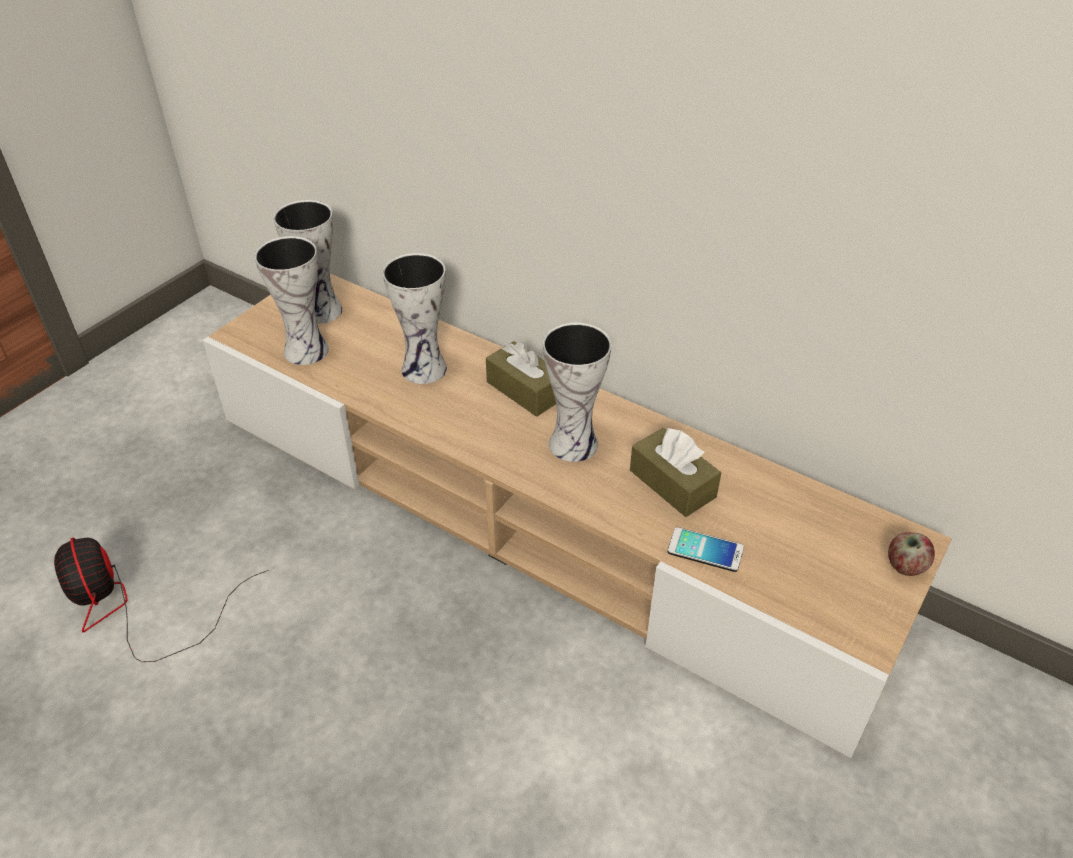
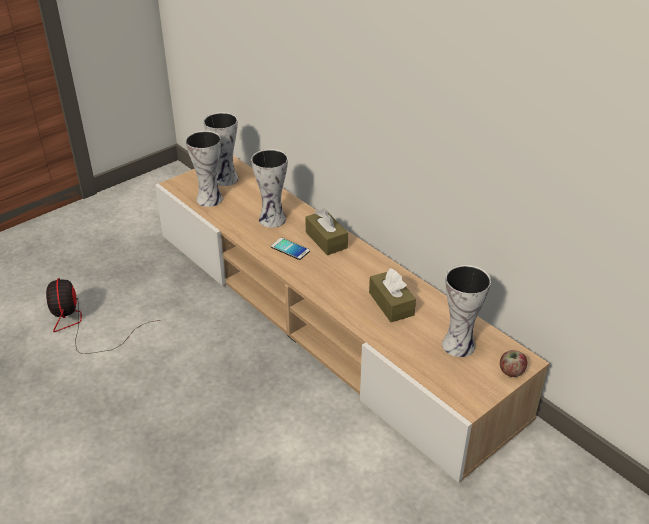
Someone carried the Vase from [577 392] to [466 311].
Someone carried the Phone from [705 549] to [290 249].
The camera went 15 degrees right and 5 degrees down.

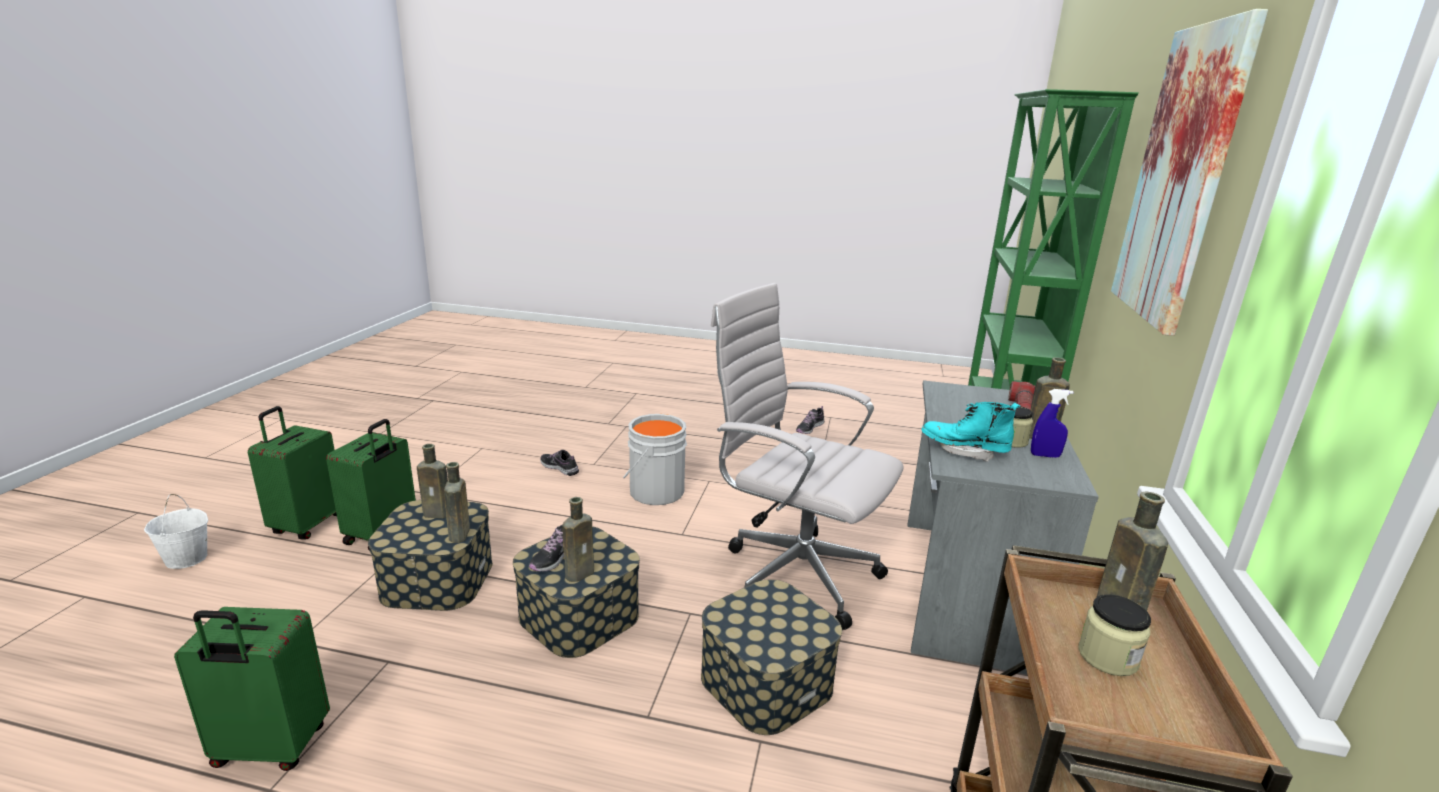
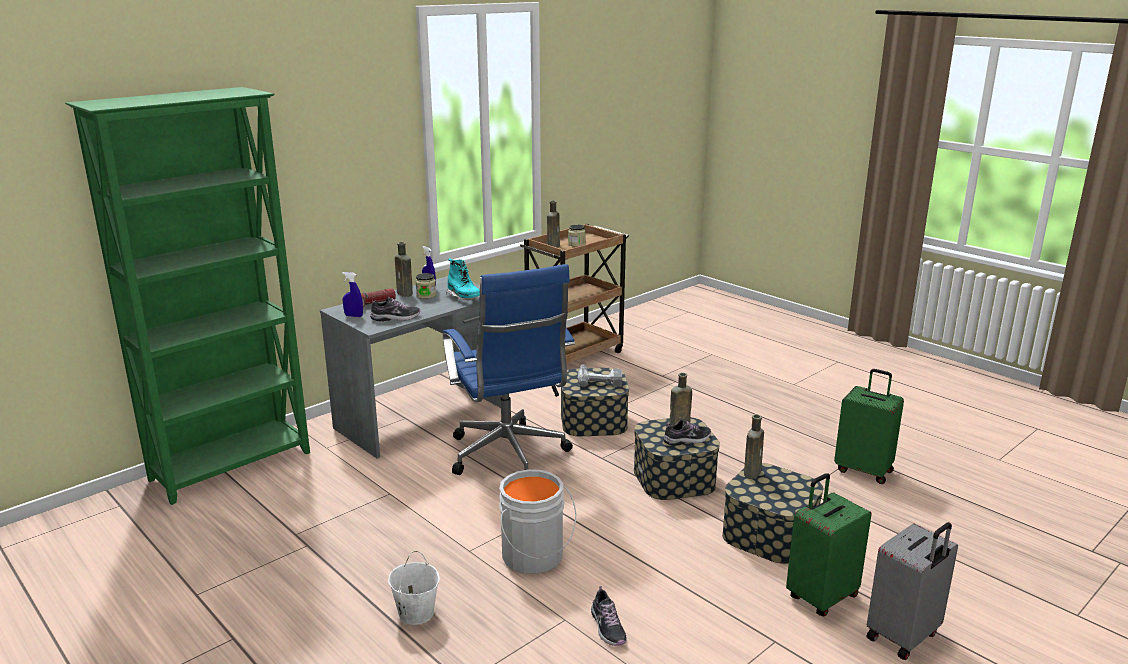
Someone took away the Picture at [1189 172].
Someone repainted the WhiteOfficeChair at [807 456], which became the BlueOfficeChair at [509 369].
Someone repainted the GreenSuitcase at [292 473], which became the GreySuitcase at [912 591].
Someone carried the Shoe from [810 420] to [395 309].
Someone took away the BrownBottle at [432 481].
Someone carried the WhiteBucket from [176 531] to [414 588].
Someone put down the BlueSprayBottle at [352 294].
Someone put down the PowerDrill at [600 375].
The camera went 145 degrees left and 0 degrees up.

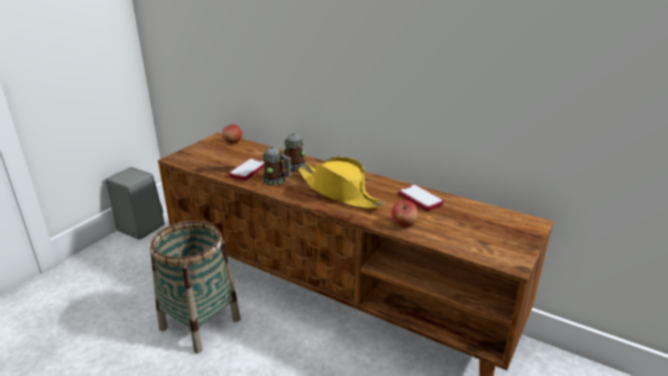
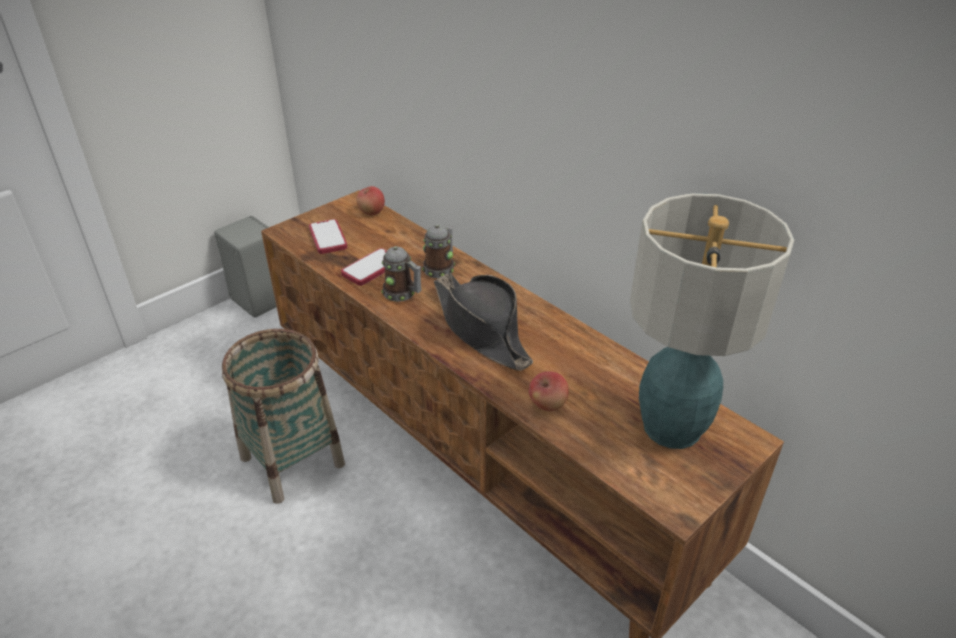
Someone repainted the YellowHat at [341 183], which became the BlackHat at [483 322].
Someone carried the Phone from [421 198] to [328 236].
Someone put down the TableLamp at [712 321].
The camera went 15 degrees right and 10 degrees up.

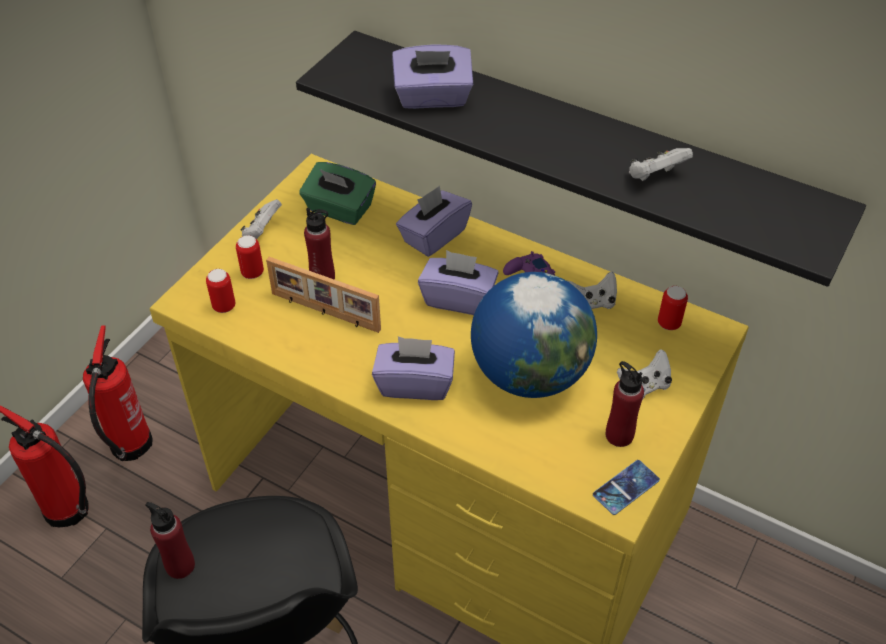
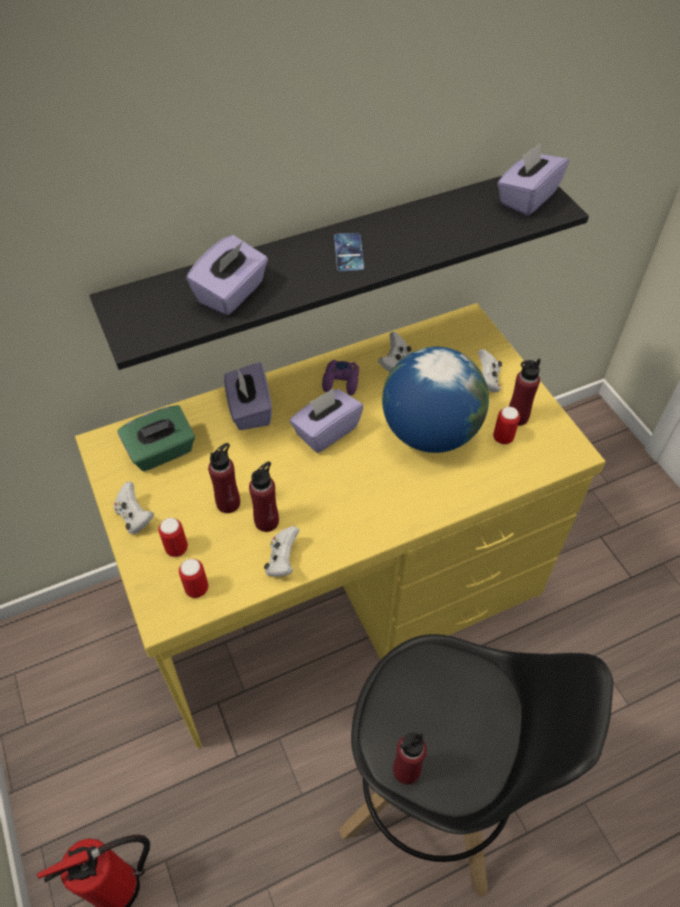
Someone carried the WhiteGameController from [661 164] to [282 551].
Someone swapped the PictureFrame at [323 295] for the RedBottle at [264 497].
Someone carried the Can from [673 308] to [506 425].
Someone took away the FireExtinguisher at [117 393].
Someone carried the PurpleTissueBox from [413 368] to [533 179].
Someone carried the Phone from [626 487] to [349 252].
The camera went 55 degrees left and 5 degrees up.

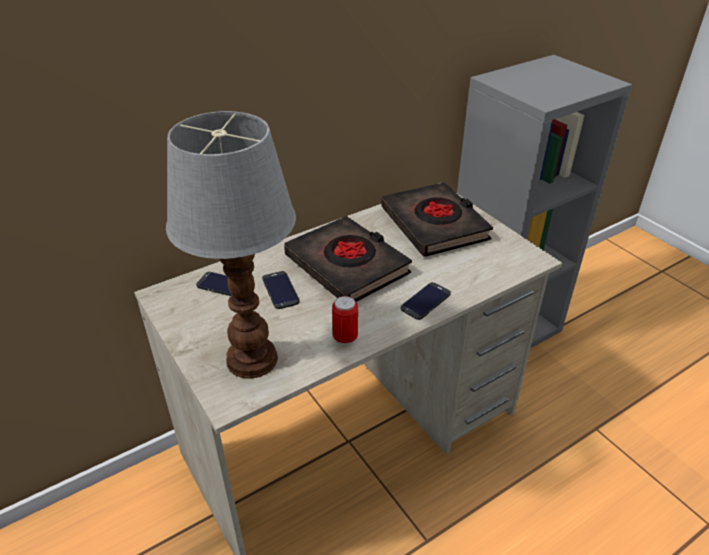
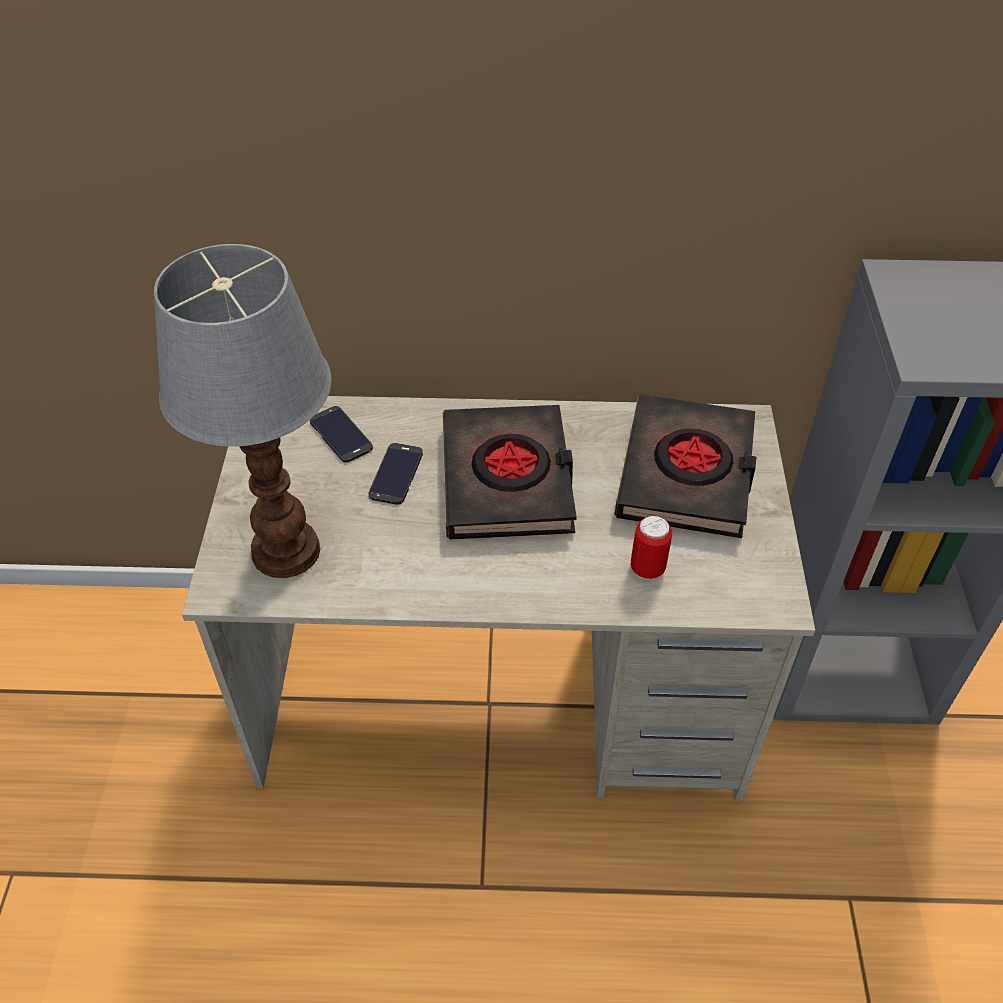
Someone took away the Phone at [426 301].
Someone carried the Can from [345 320] to [651 547].
The camera went 35 degrees right and 10 degrees up.

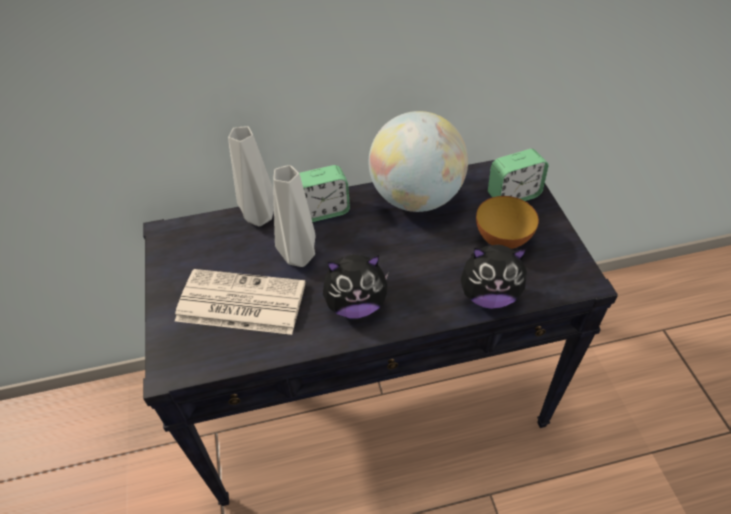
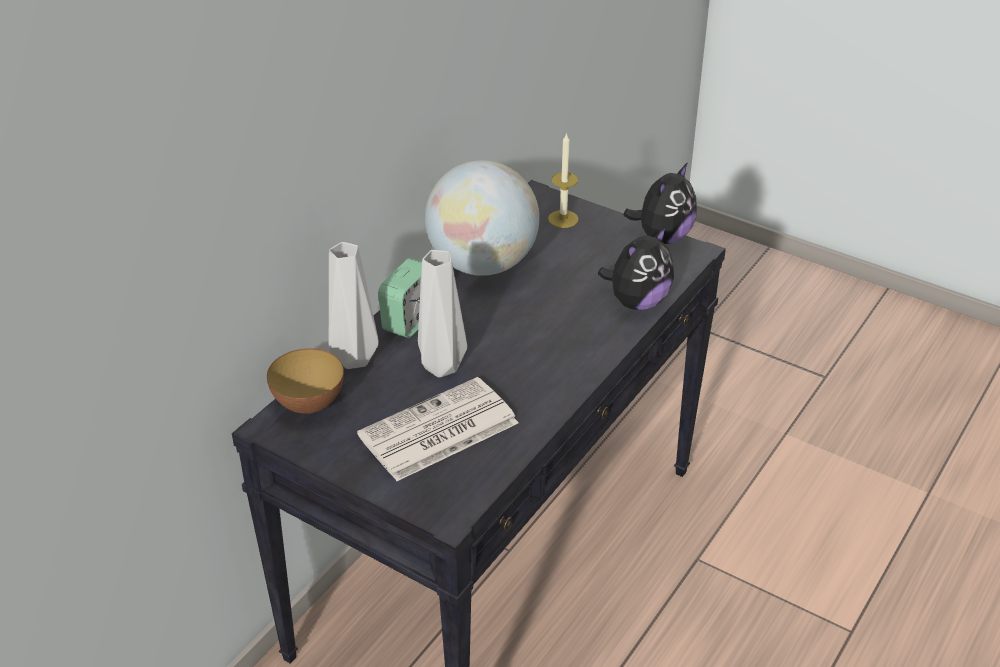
Someone swapped the AlarmClock at [518 175] for the Candle at [563 180].
Someone carried the Bowl from [507 222] to [305 381].
Someone carried the PlushToy from [356 287] to [660 203].
The camera went 45 degrees left and 10 degrees down.

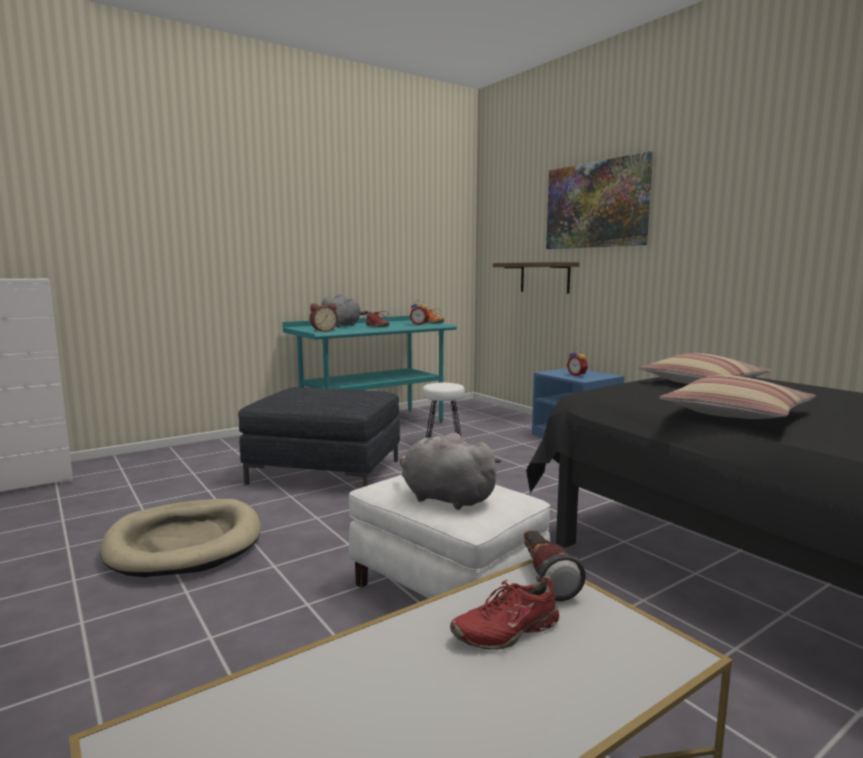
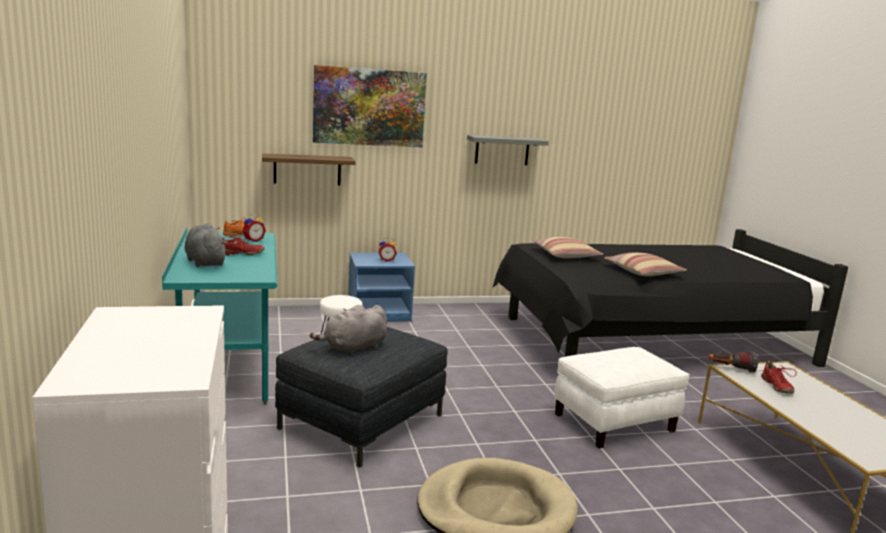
Someone took away the AlarmClock at [324 317].
Someone carried the GreyPlushToy from [451 471] to [348 330].
Someone put up the GreyShelf at [508 150].
The camera went 70 degrees left and 5 degrees up.

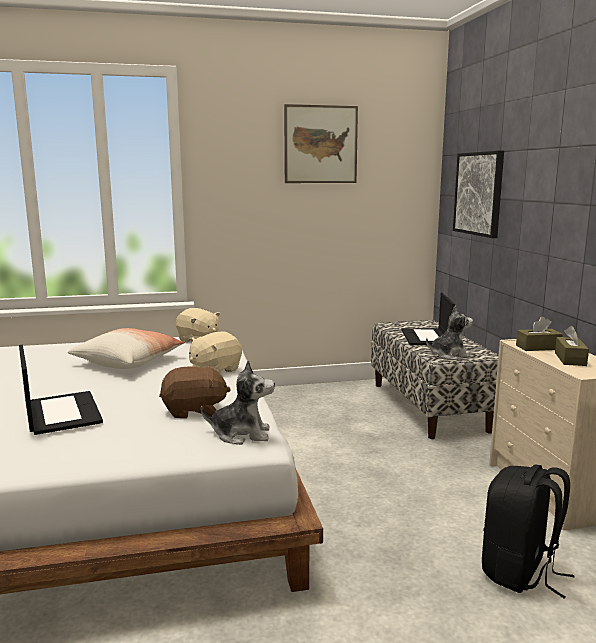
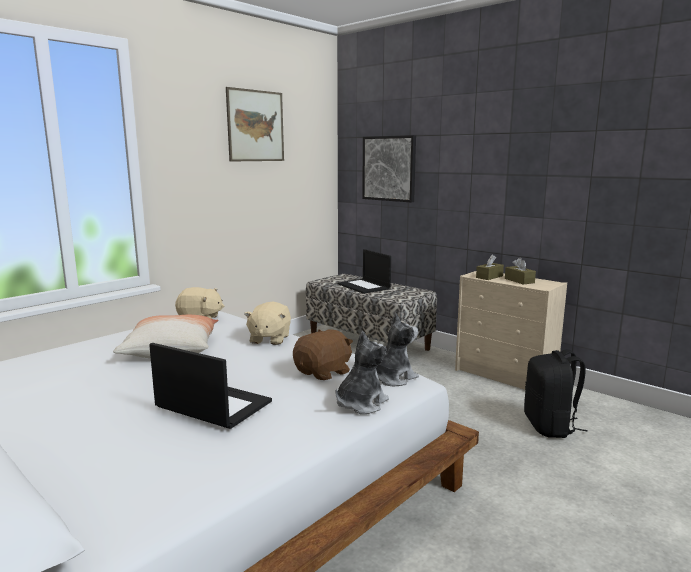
Someone carried the PlushToy from [449 333] to [362 372].
The camera went 35 degrees left and 0 degrees up.

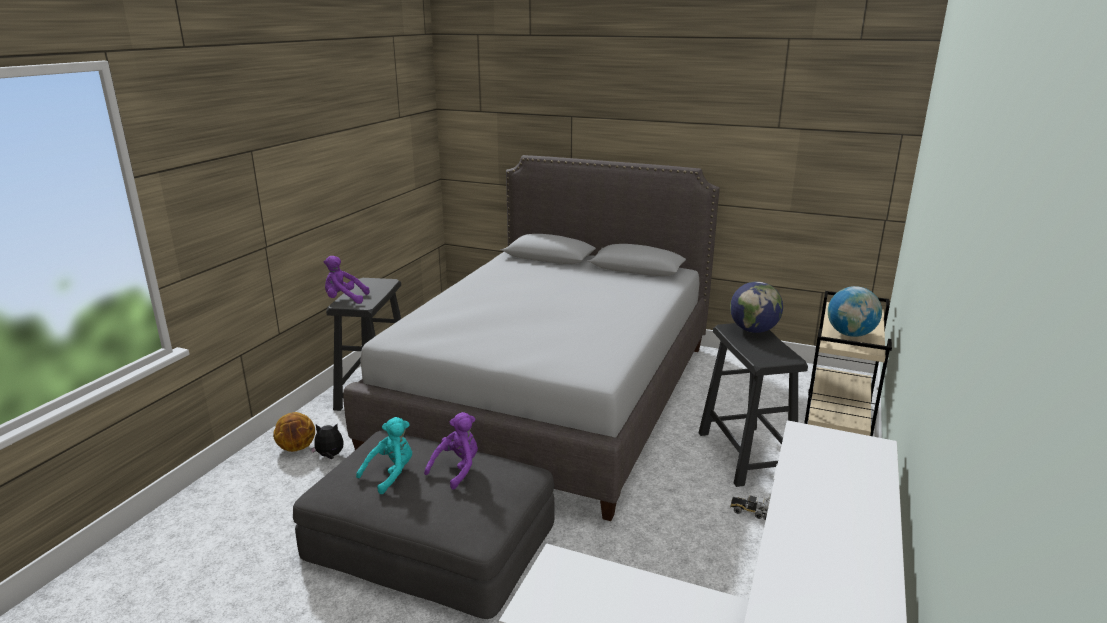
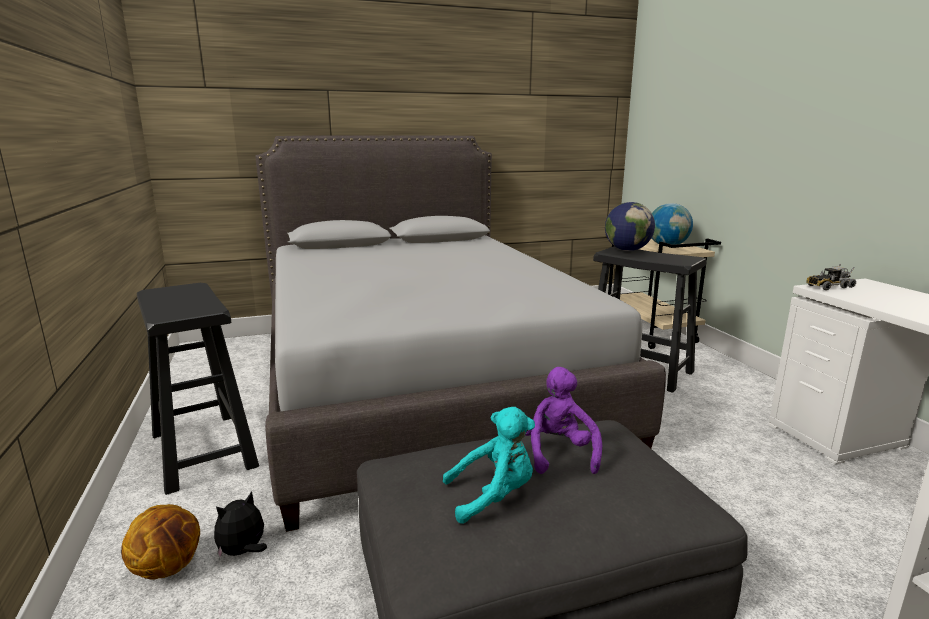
Someone took away the PurplePlushToy at [346 280].
Someone rotated the TurquoisePlushToy at [384 455] by 75 degrees clockwise.
Someone carried the ToyTruck from [750 508] to [831 277].
The camera went 40 degrees left and 5 degrees down.

